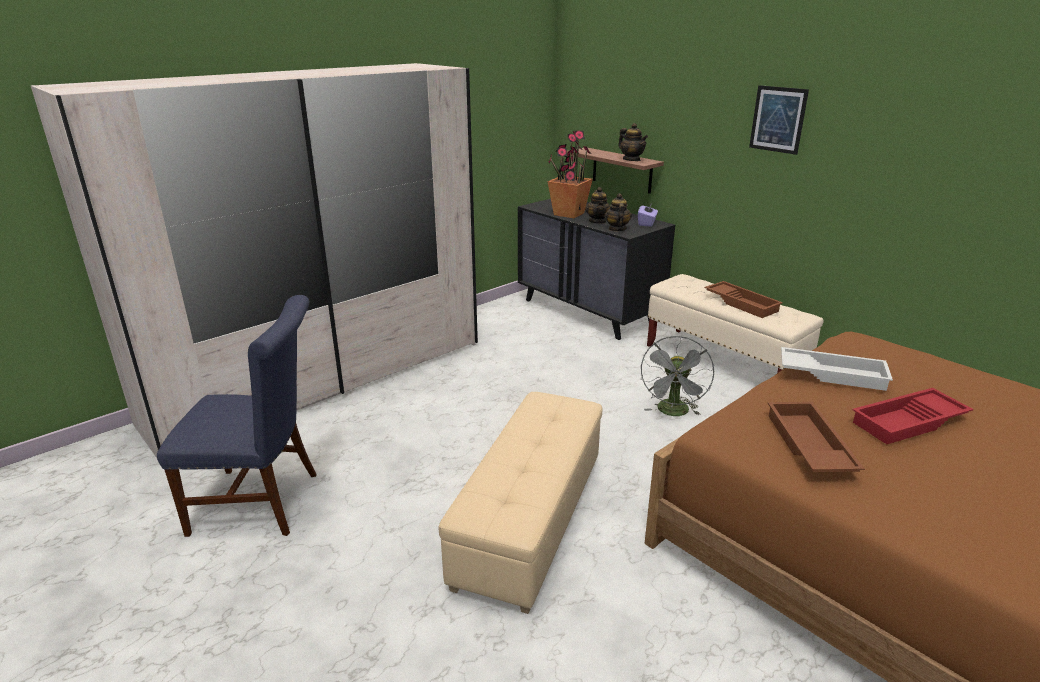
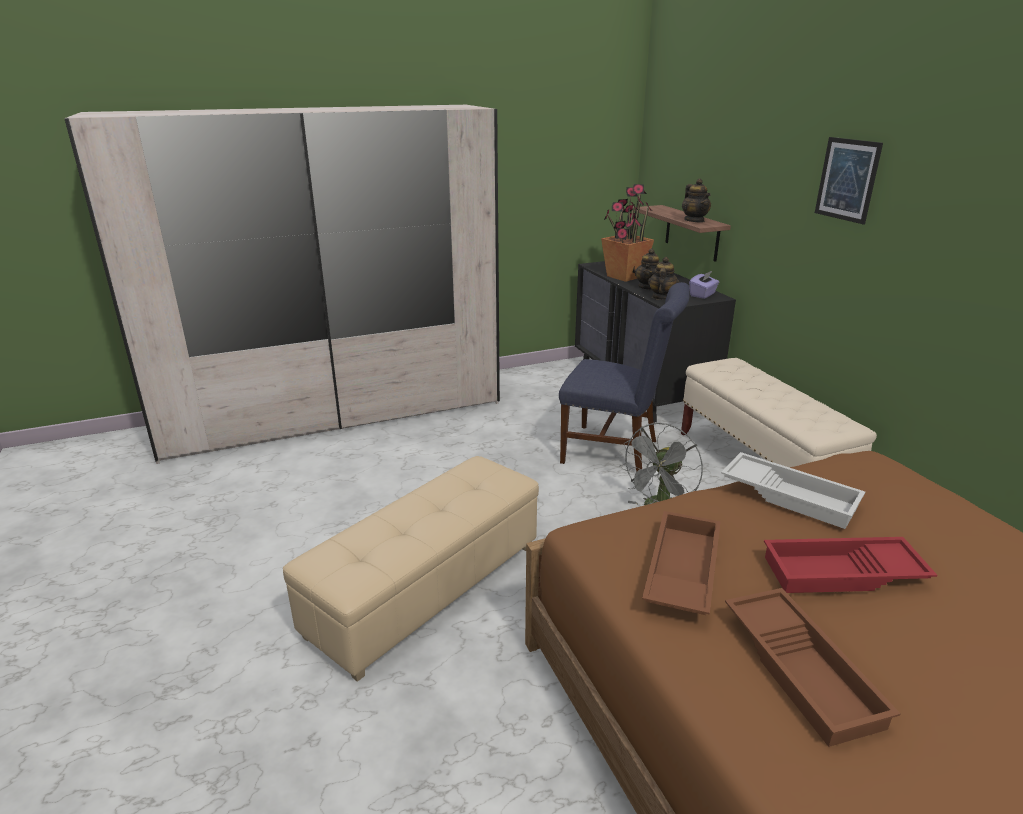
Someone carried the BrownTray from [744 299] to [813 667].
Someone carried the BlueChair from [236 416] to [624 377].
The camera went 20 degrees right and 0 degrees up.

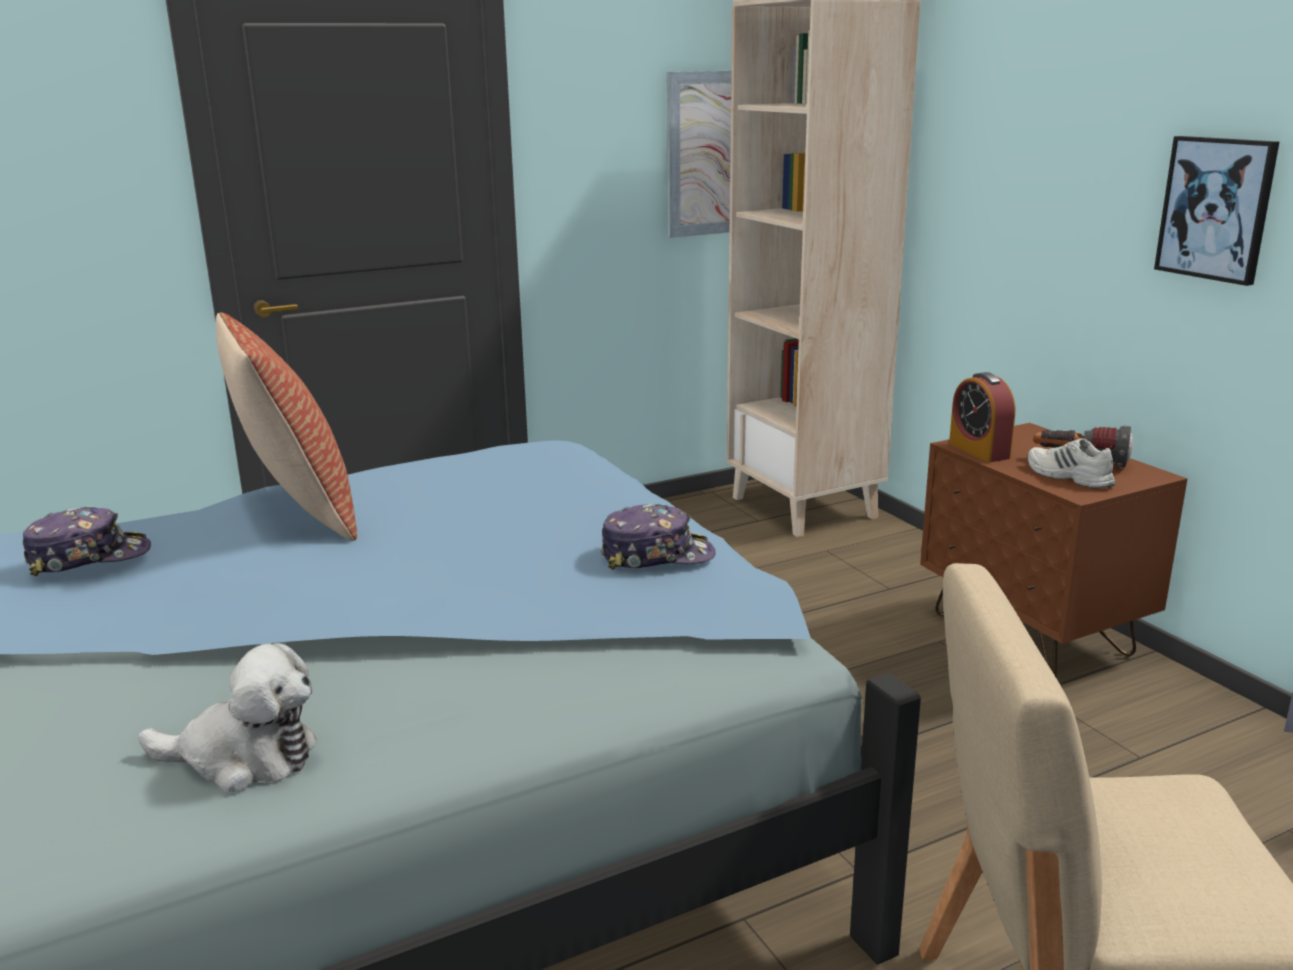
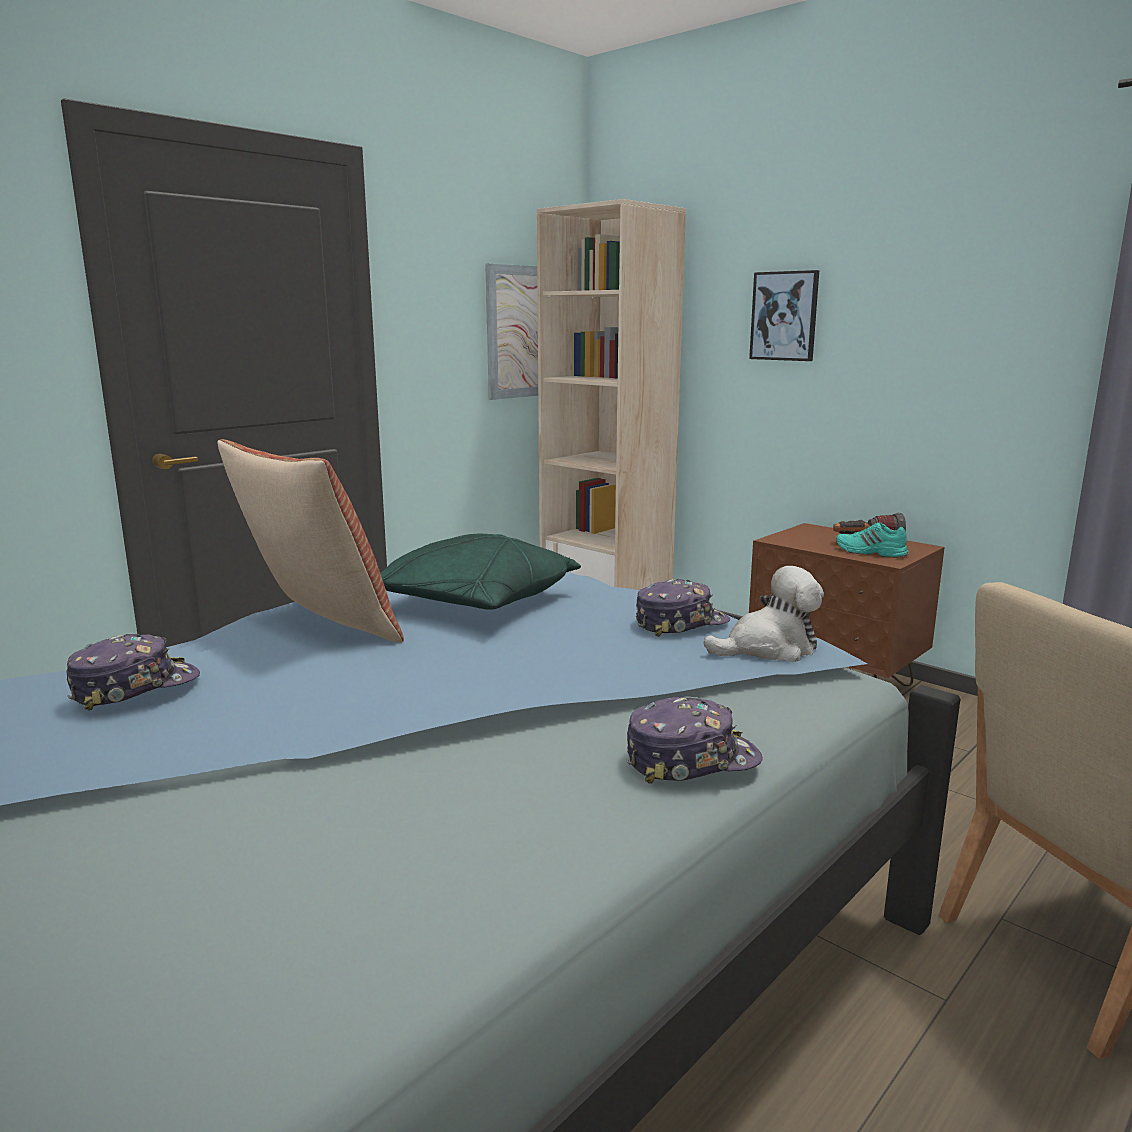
Someone carried the Picture from [1216 211] to [784 315].
Someone took away the AlarmClock at [982 417].
Someone repainted the WhiteShoe at [1072 463], which became the TurquoiseShoe at [872 540].
Someone carried the PlushToy from [227 717] to [763 614].
Someone put down the GreenPillow at [480 572].
Someone put down the Cap at [694 740].
The camera went 20 degrees left and 5 degrees down.

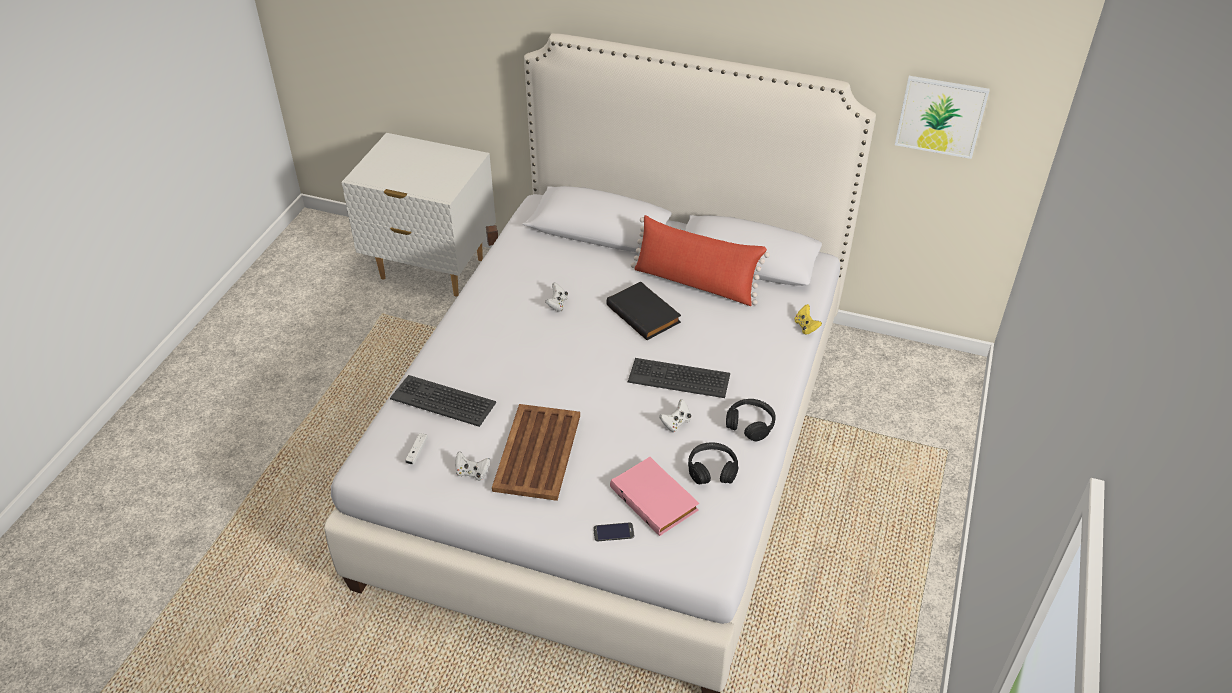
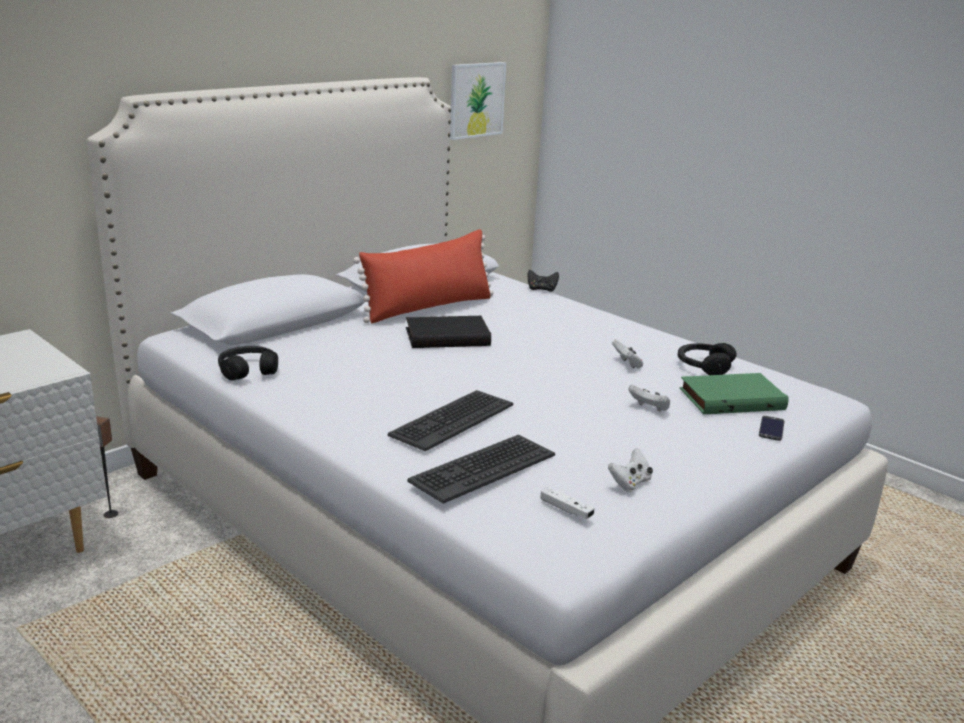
Someone carried the WhiteGameController from [556 297] to [649 398].
Someone repainted the YellowGameController at [808 319], which became the BlackGameController at [543 281].
Someone carried the Keyboard from [679 378] to [450 420].
Someone carried the BlackHeadphones from [751 420] to [248 363].
Someone took away the BrownTray at [536 452].
Someone repainted the PinkBook at [654 496], which became the GreenBook at [734 393].
The camera went 65 degrees left and 20 degrees down.

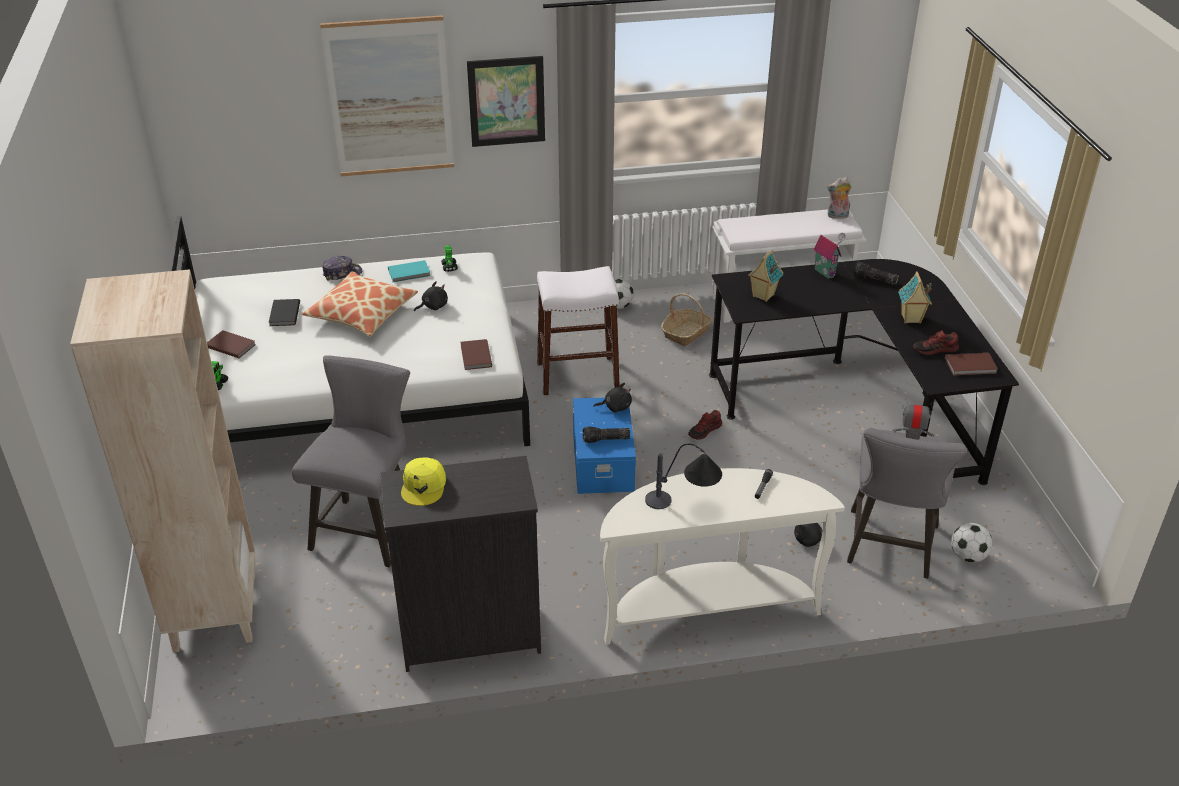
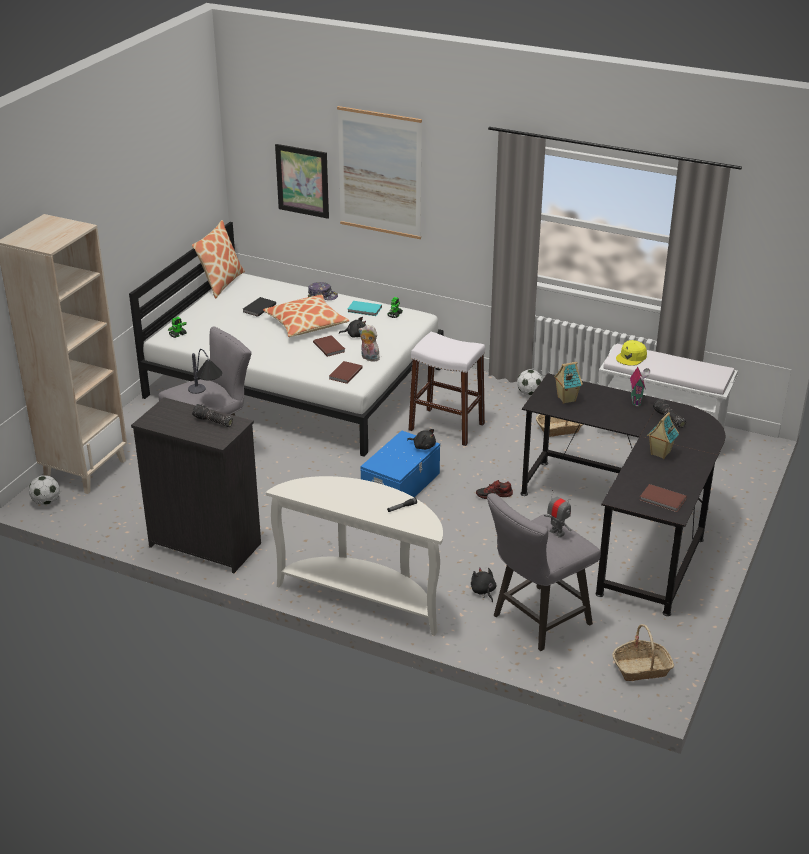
Someone carried the Picture from [506 101] to [302 181].
Someone carried the PlushToy from [839 198] to [369 343].
Someone carried the BrownBook from [231 344] to [329 346].
Someone took away the Shoe at [936 342].
Someone carried the Flashlight from [606 434] to [212 415].
Someone carried the TableLamp from [683 476] to [205 371].
Someone carried the YellowCap from [423 481] to [631 353].
Someone carried the Football from [971 542] to [44 490].
Someone put down the Pillow at [218 259].
Someone put down the Basket at [643 652].
The camera went 35 degrees right and 5 degrees down.

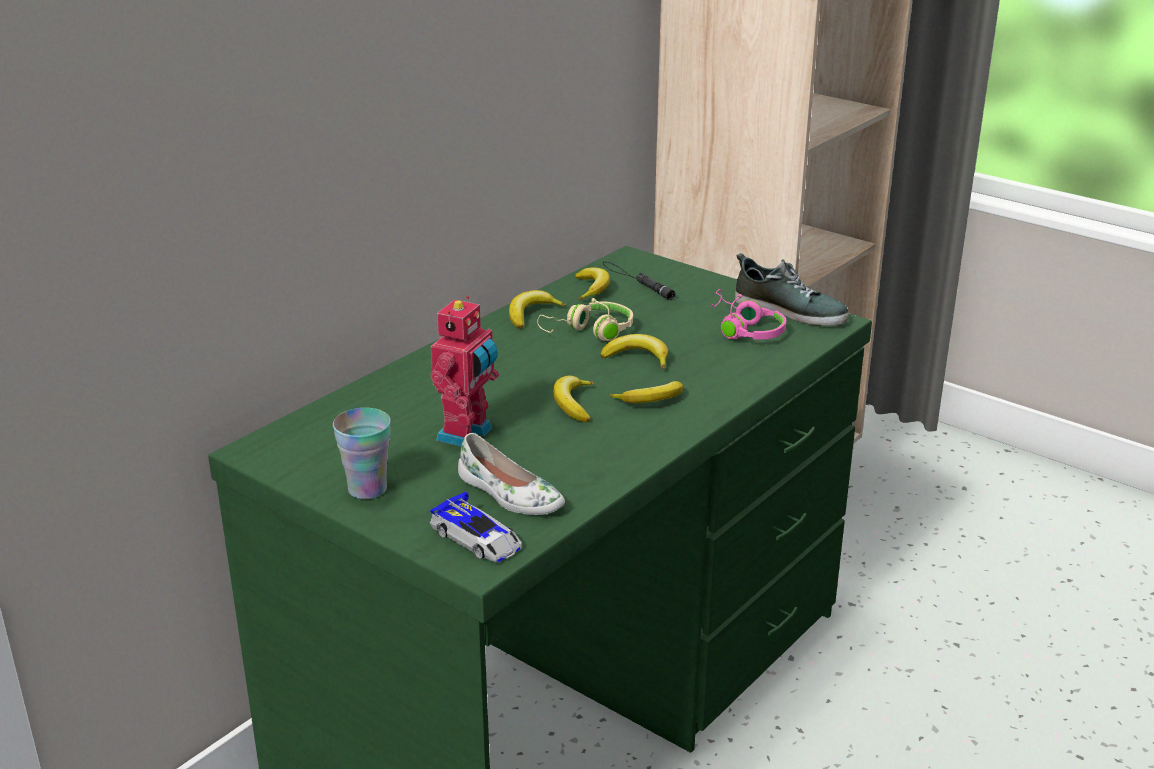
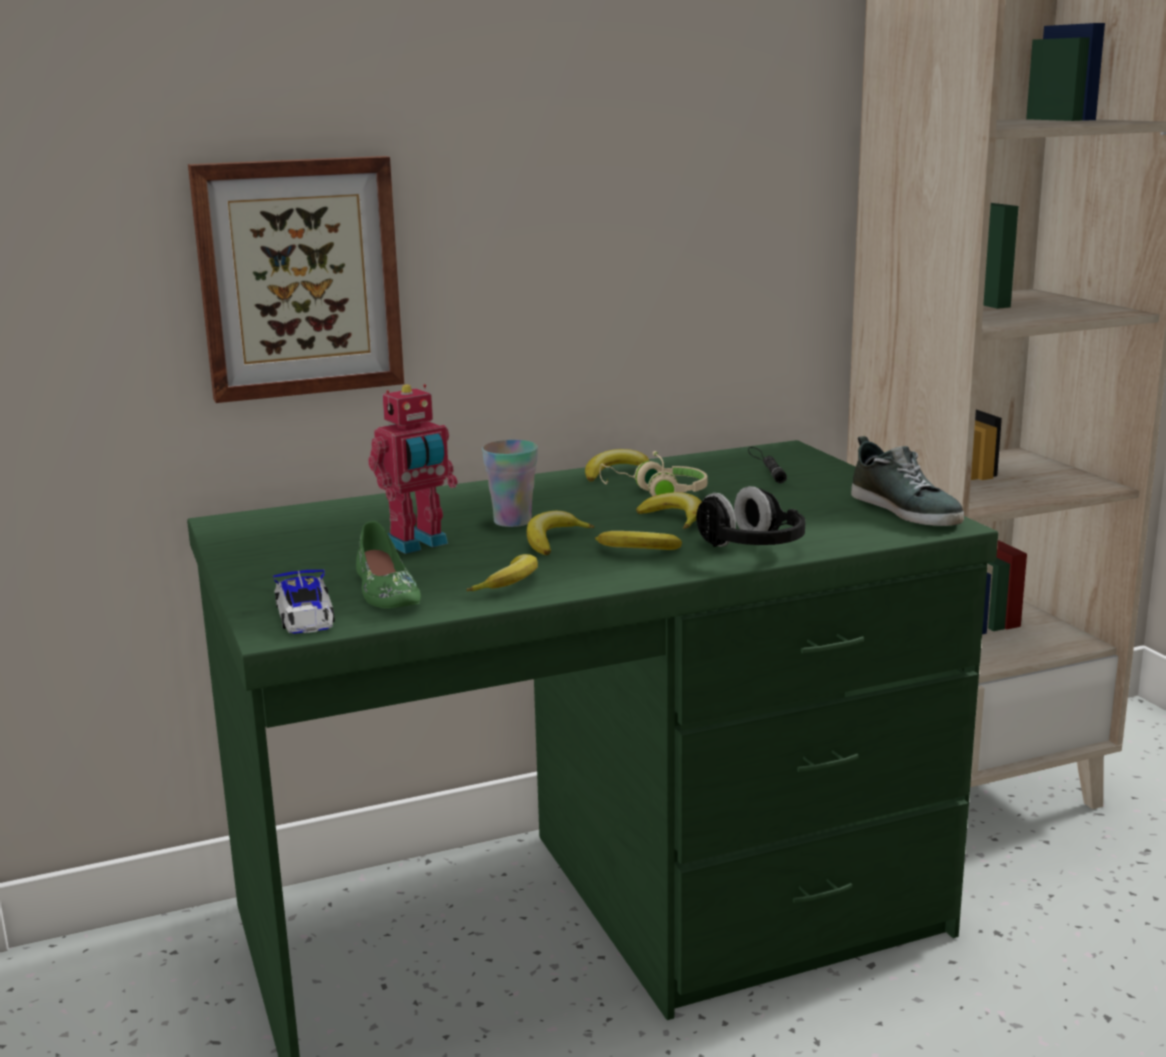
Someone carried the Banana from [592 283] to [502 572].
Someone took away the PinkHeadphones at [748 314].
Someone carried the Cup from [362 453] to [510 483].
Someone repainted the WhiteShoe at [511 474], which became the GreenShoe at [388 565].
Someone put up the Picture at [296 279].
Someone put down the BlackHeadphones at [751 516].
The camera went 30 degrees right and 10 degrees down.

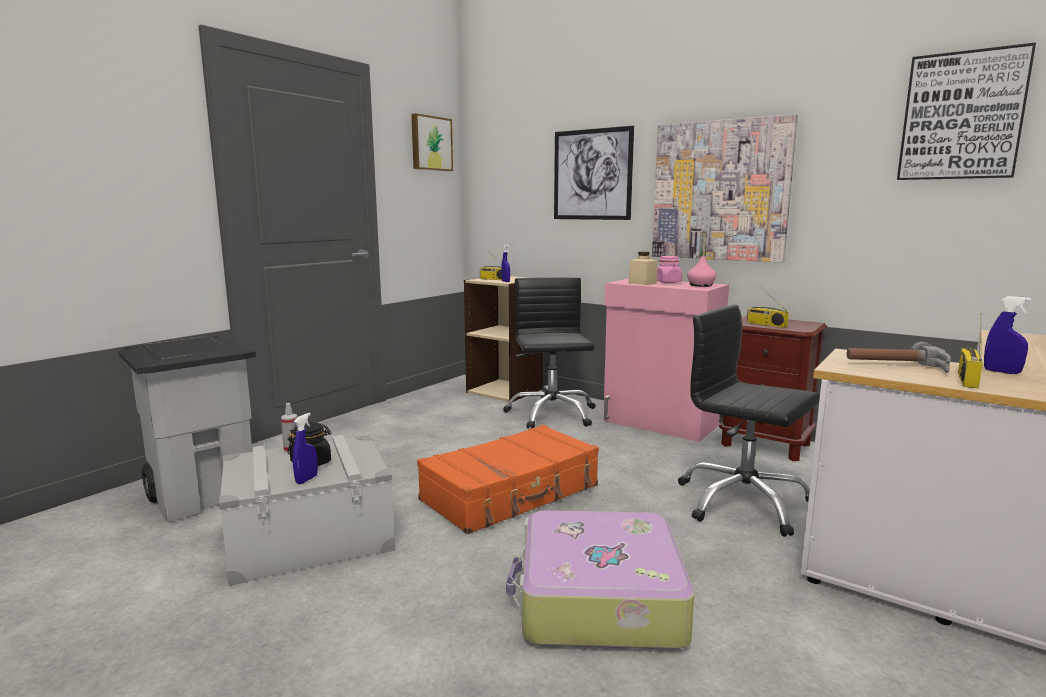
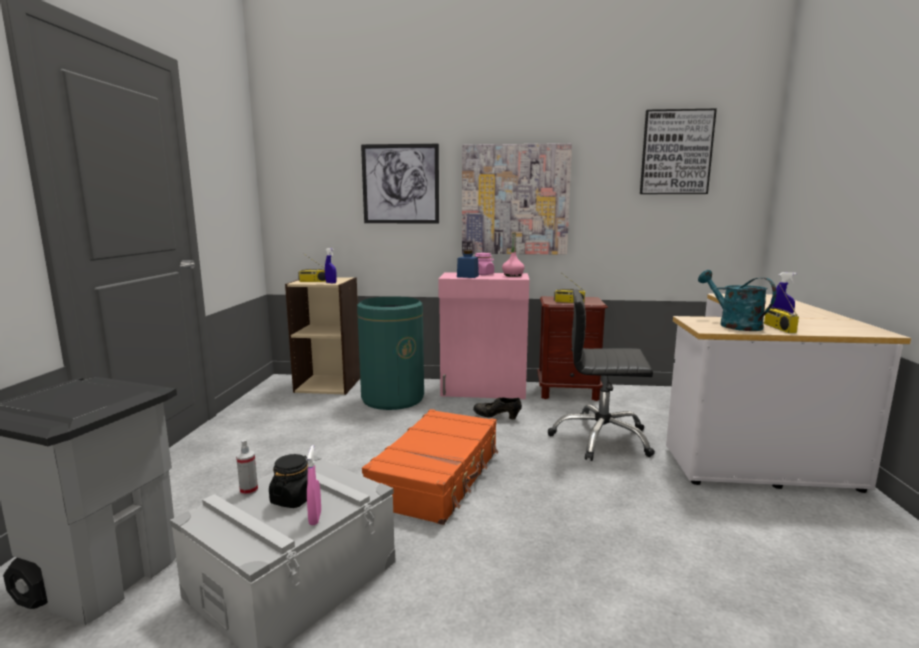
Someone took away the Picture at [432 142].
Someone repainted the BeigeJar at [642 268], which became the BlueJar at [468 264].
Someone swapped the BlackOfficeChair at [549 352] for the GreenTrashCan at [390 353].
Someone swapped the Hammer at [899 357] for the TurquoiseWateringCan at [737 300].
Someone repainted the BlueSprayBottle at [305 448], which became the PinkSprayBottle at [314 485].
Someone took away the Suitcase at [600 580].
Someone put down the BlackShoe at [497 408].
The camera went 30 degrees left and 0 degrees up.

